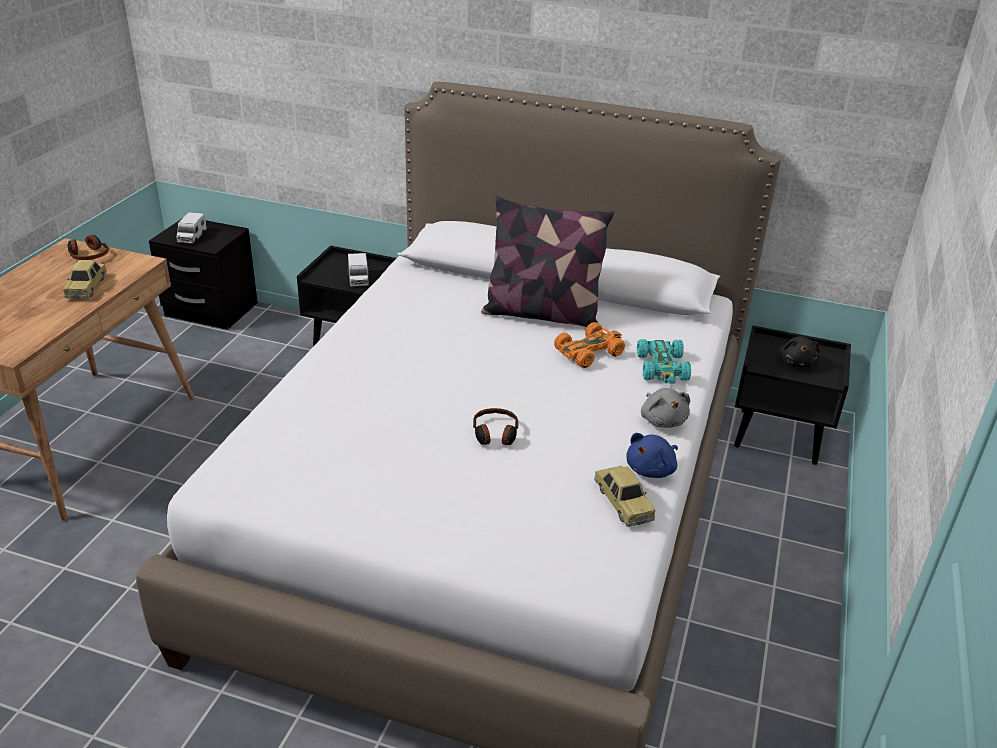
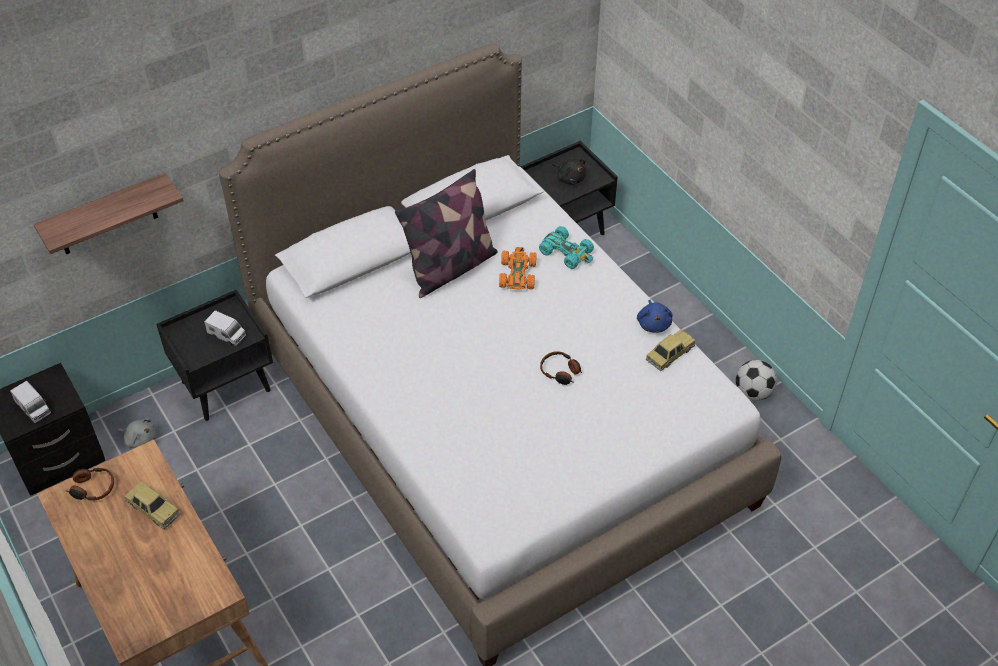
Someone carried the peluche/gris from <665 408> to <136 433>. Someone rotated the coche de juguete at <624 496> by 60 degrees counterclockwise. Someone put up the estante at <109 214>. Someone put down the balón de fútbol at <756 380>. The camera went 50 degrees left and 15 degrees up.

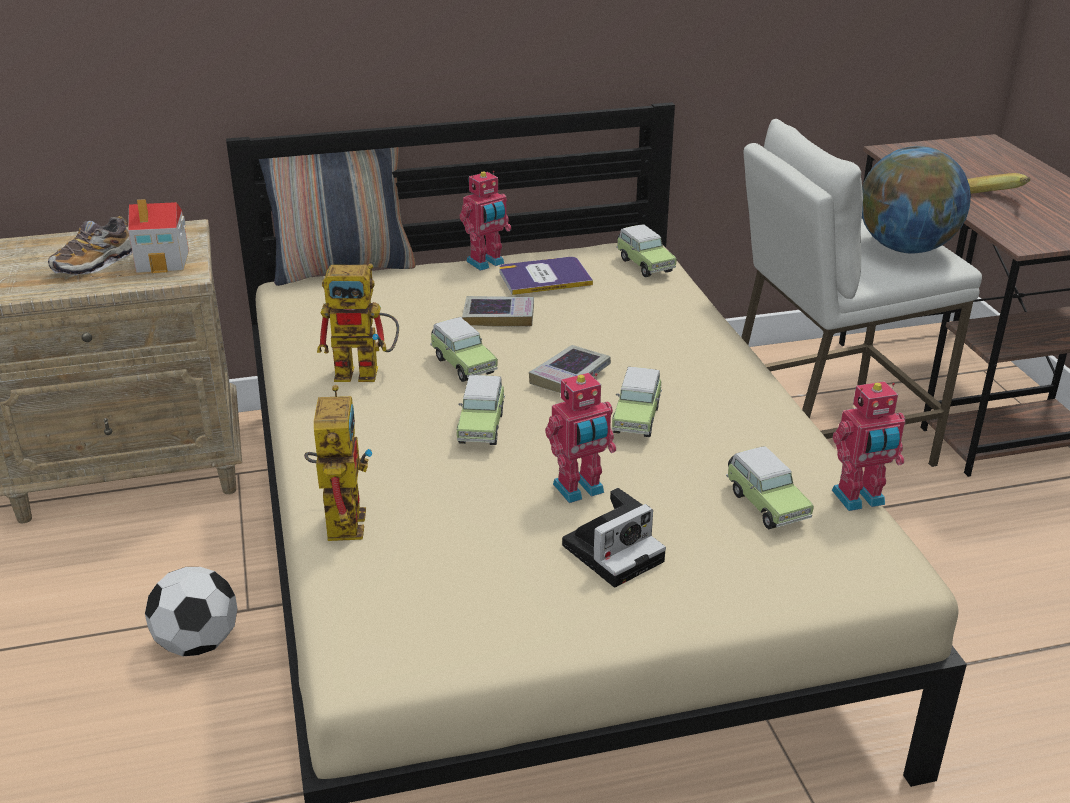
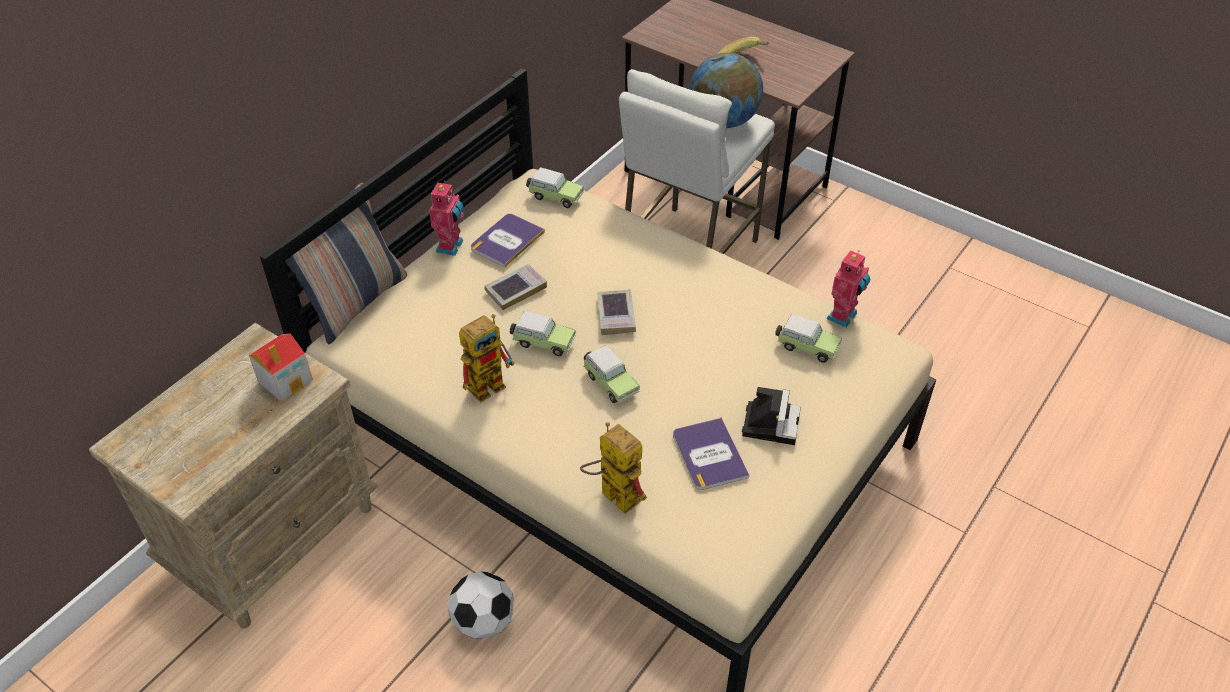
Someone took away the zapato at <90 245>. Someone took away the coche de juguete at <637 402>. Someone took away the robot de juguete at <580 438>. Someone put down the libro at <711 454>. The camera went 40 degrees left and 15 degrees up.

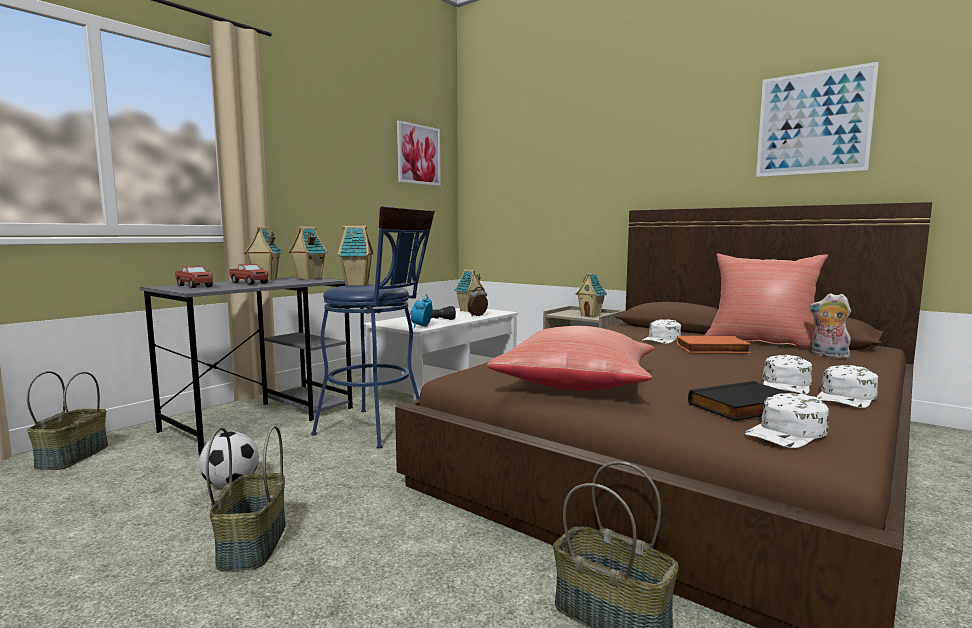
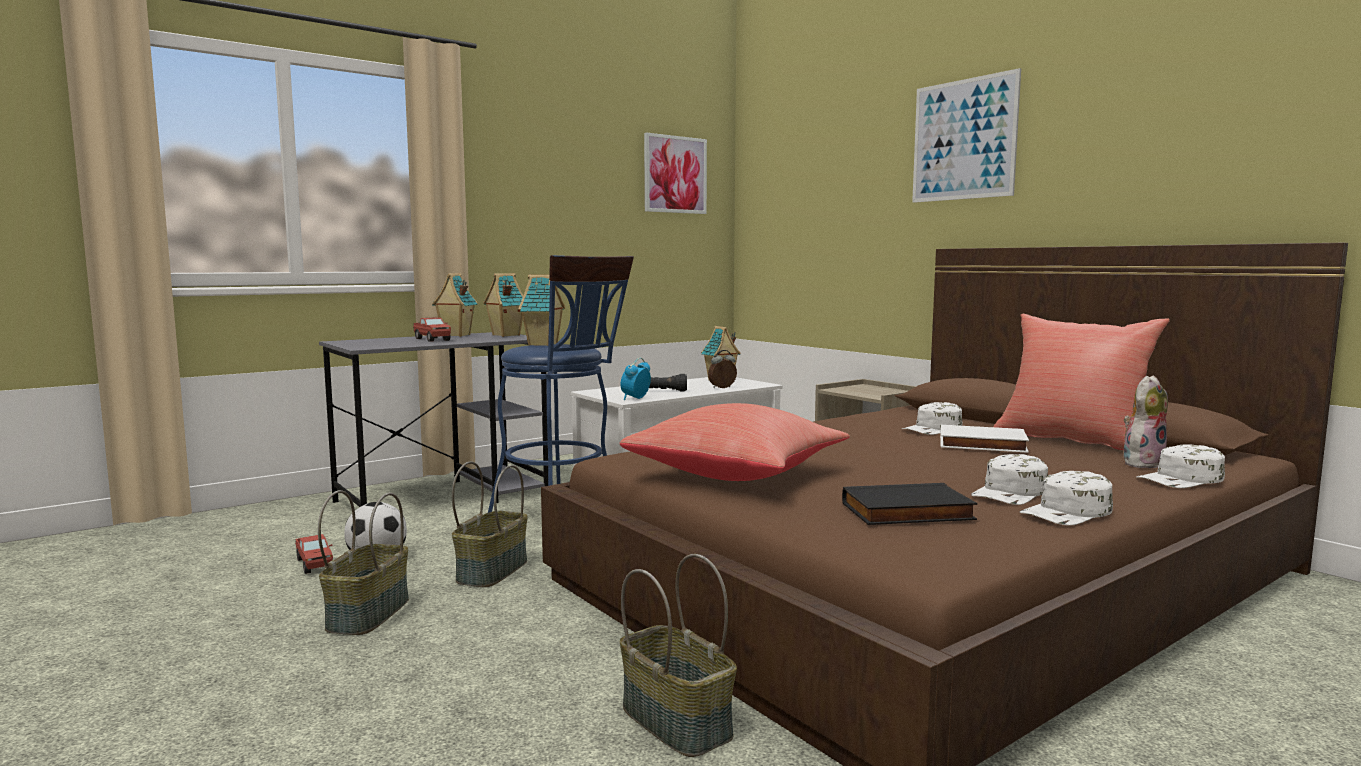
Someone carried the cuadro from <817 119> to <966 135>. Someone carried the camión de juguete from <194 277> to <314 554>. Someone took away the casita at <591 294>. Someone rotated the peluche at <830 326> by 90 degrees clockwise. Someone repainted the libro/naranja at <713 344>, which became the libro/blanco at <984 439>. Someone carried the cesta from <67 420> to <490 524>. Someone carried the gorra/blanco from <787 420> to <1180 466>. The camera went 15 degrees right and 0 degrees up.

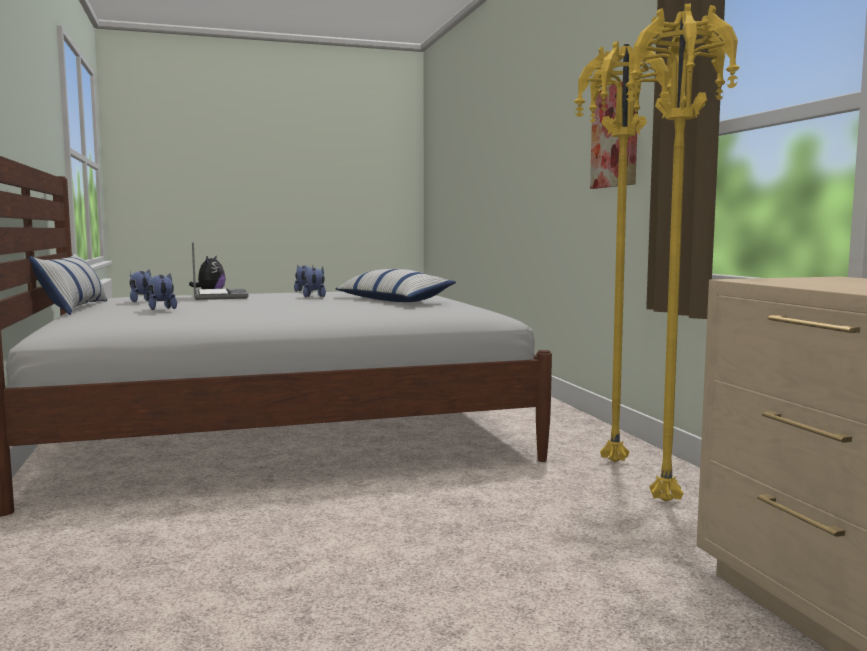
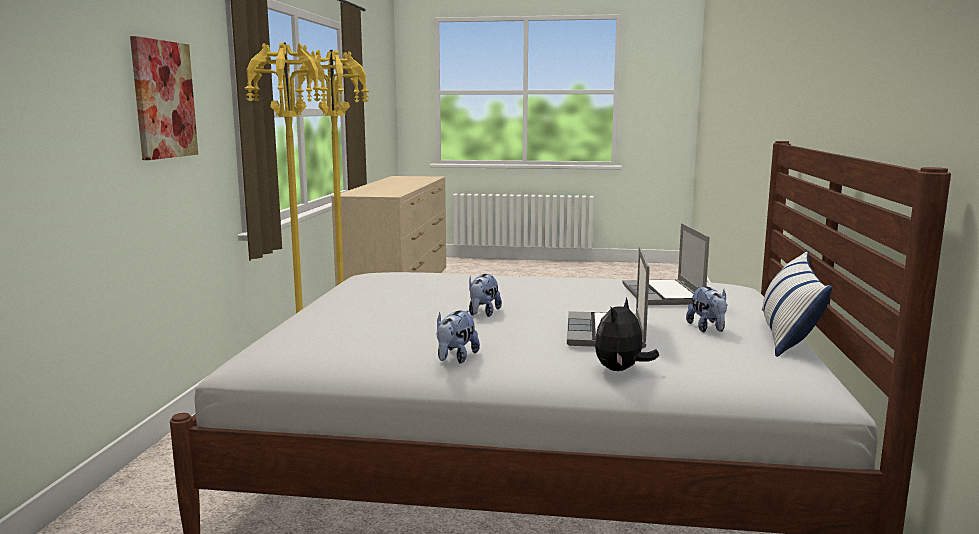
Someone took away the cojín at <396 285>. Someone swapped the peluche at <162 291> for the portátil at <666 264>. The camera went 155 degrees left and 5 degrees up.

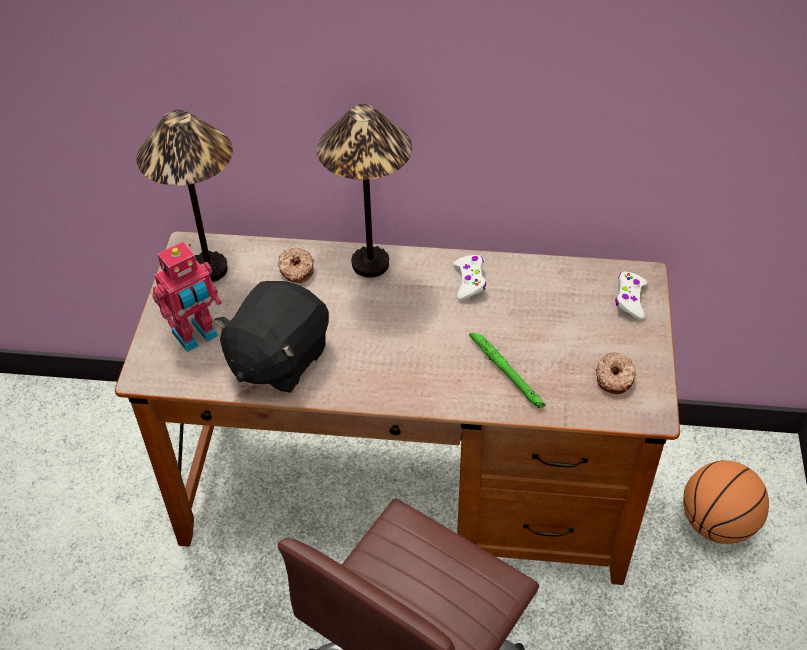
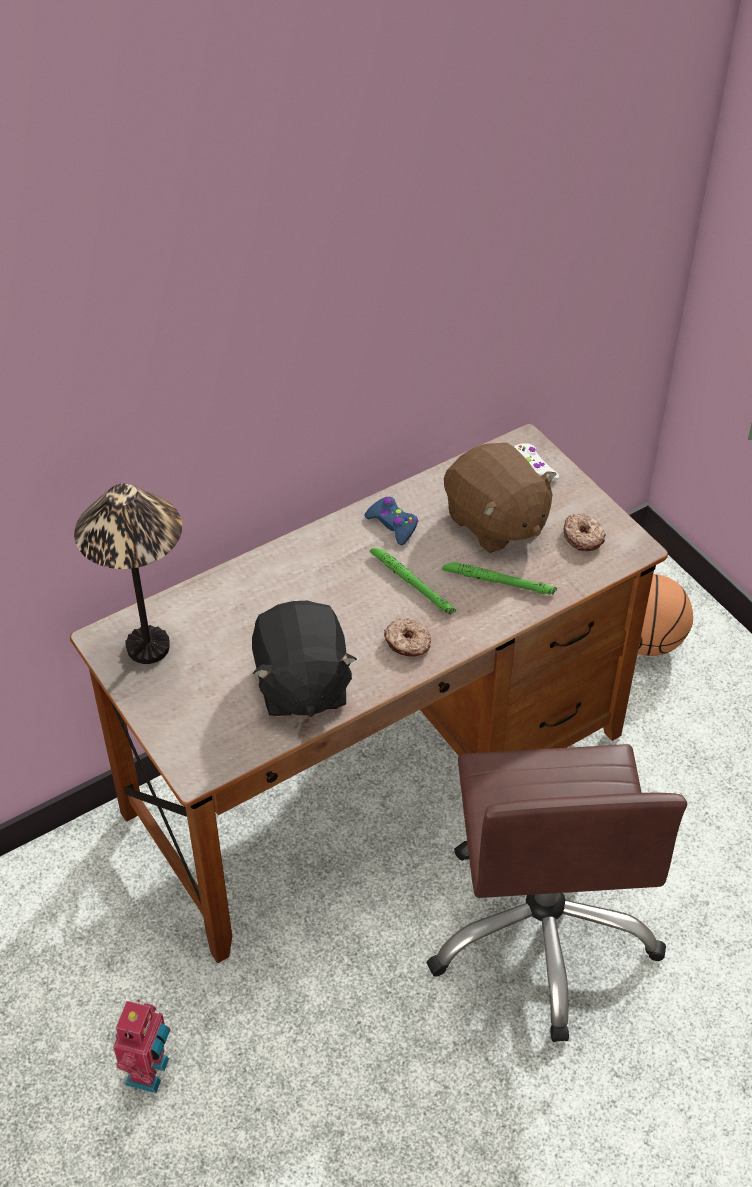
Someone took away the lámpara de mesa at <364 191>. Someone carried the robot de juguete from <187 297> to <142 1046>. Someone carried the rosquilla from <296 265> to <407 637>. Someone repainted the mando de consola/blanco at <469 277>, which became the mando de consola/azul at <391 521>. Someone put down the peluche/marrón at <500 498>. Someone put down the linterna/verde at <413 581>. The camera went 40 degrees left and 0 degrees up.

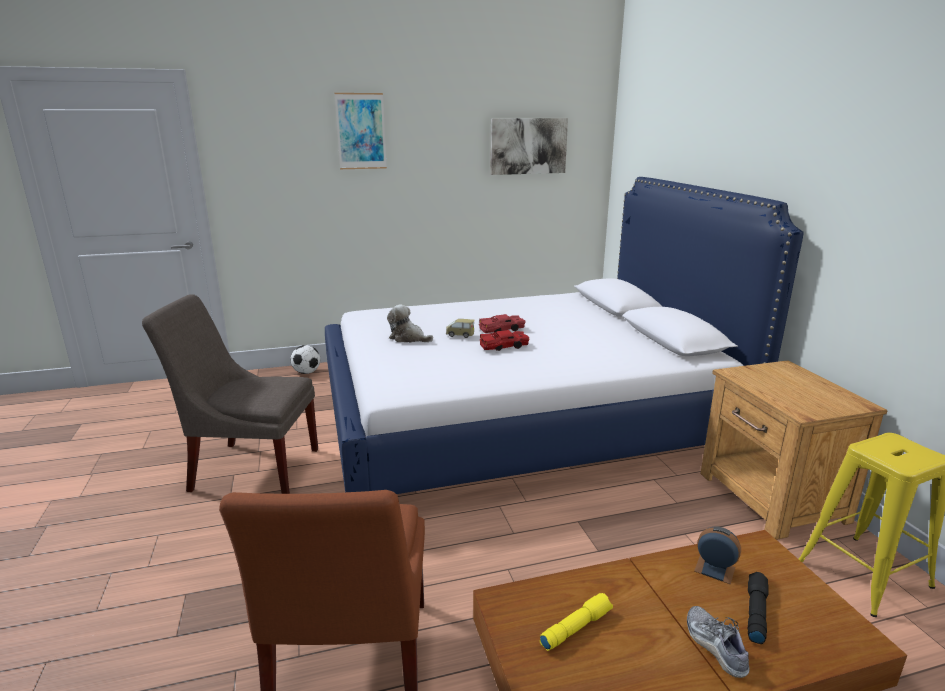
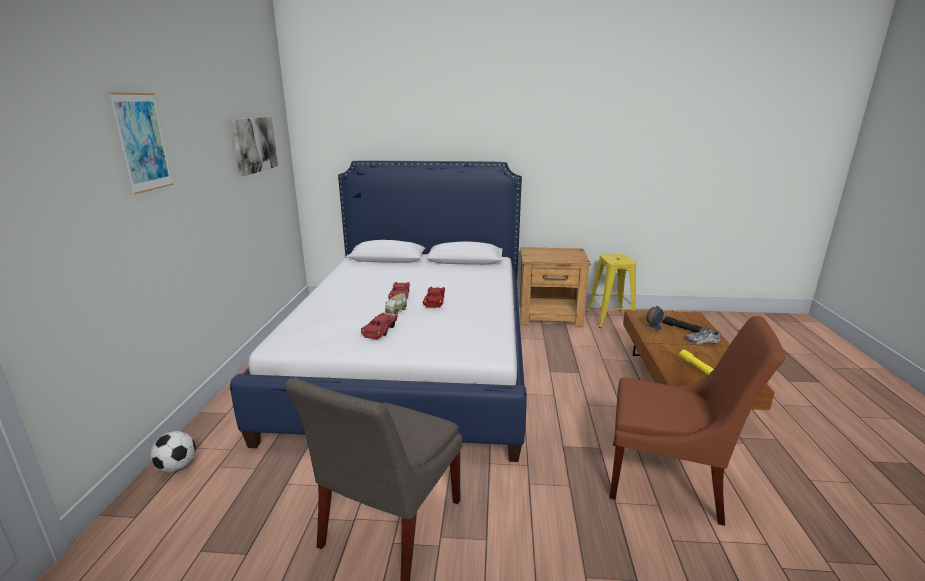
Someone swapped the peluche at <410 323> for the coche de juguete/rojo at <379 326>. The camera went 70 degrees left and 0 degrees up.

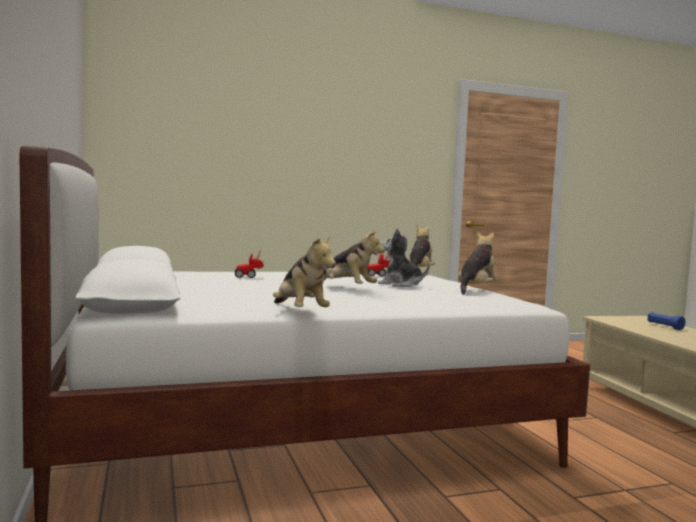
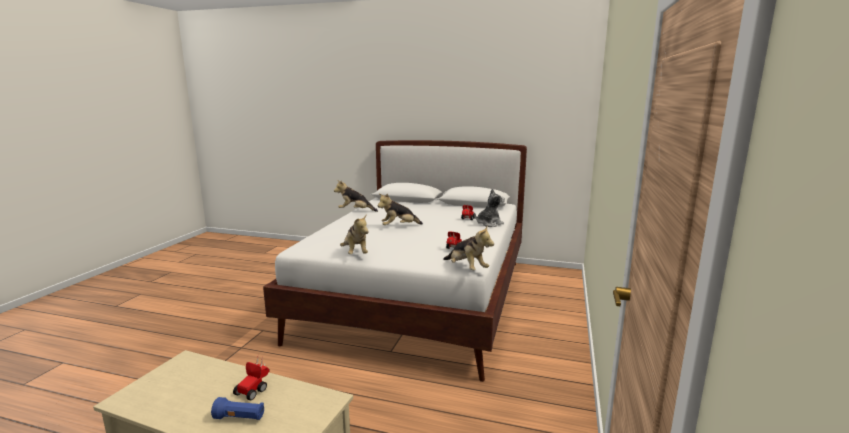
Someone carried the peluche from <404 258> to <489 207>. Someone put down the coche de juguete at <251 378>. The camera went 125 degrees right and 10 degrees up.

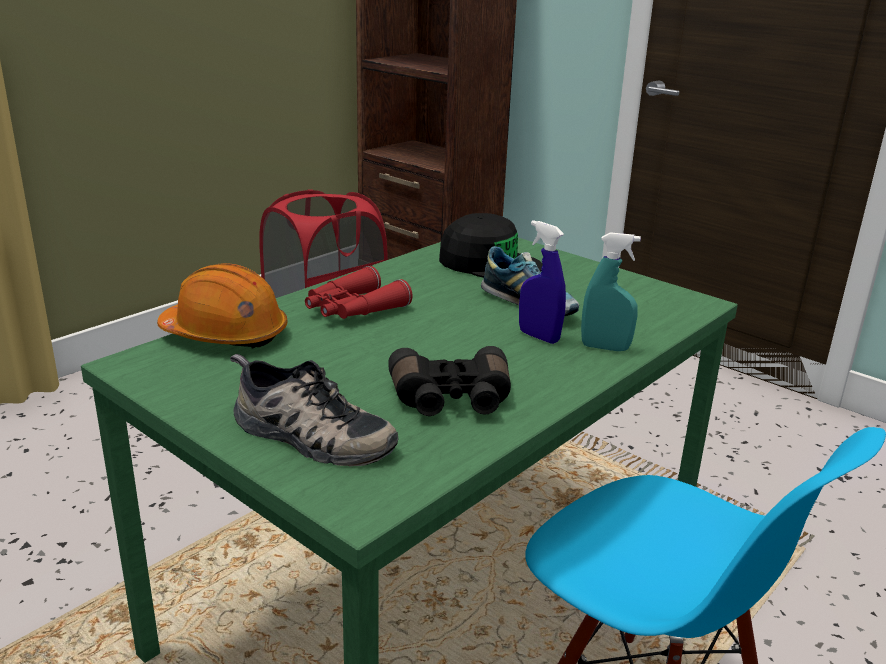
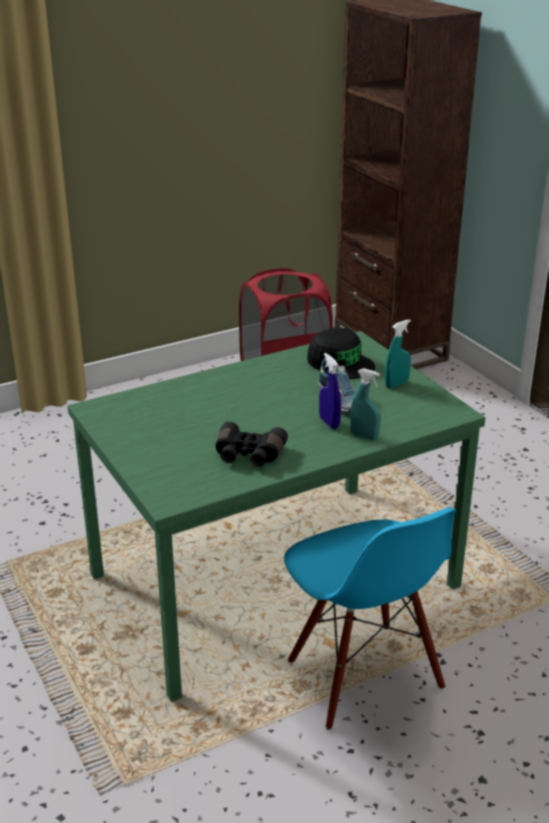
Someone took away the casco/naranja at <222 306>. Someone took away the prismáticos/rojo at <359 292>. Someone took away the zapato at <314 410>. Someone put down the pulverizador/turquesa at <398 353>. The camera went 20 degrees right and 5 degrees up.

